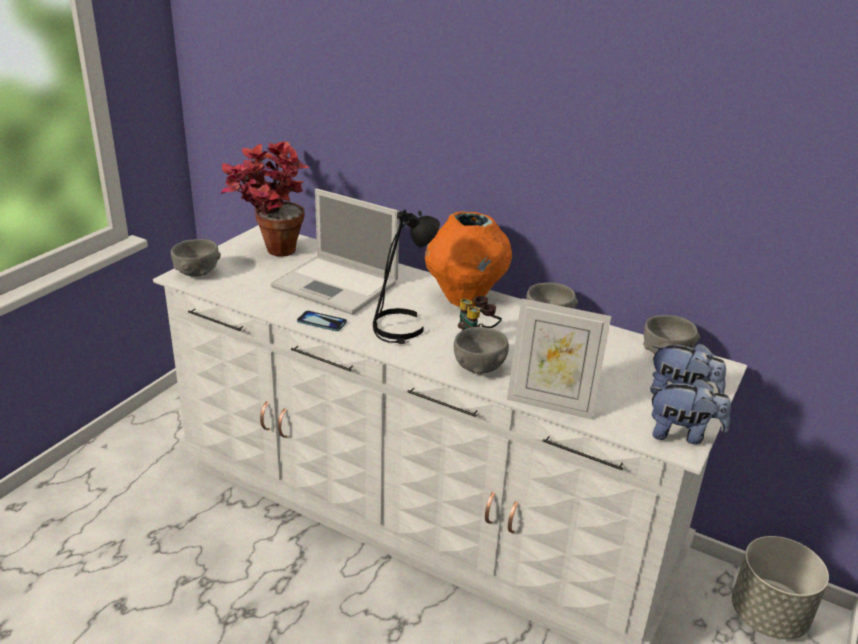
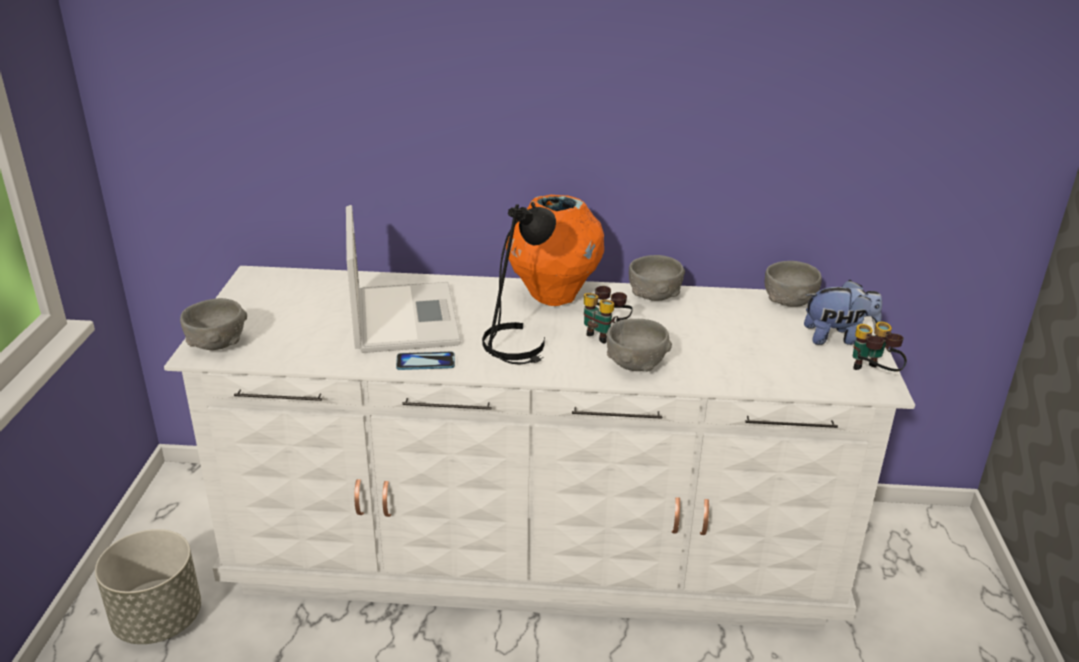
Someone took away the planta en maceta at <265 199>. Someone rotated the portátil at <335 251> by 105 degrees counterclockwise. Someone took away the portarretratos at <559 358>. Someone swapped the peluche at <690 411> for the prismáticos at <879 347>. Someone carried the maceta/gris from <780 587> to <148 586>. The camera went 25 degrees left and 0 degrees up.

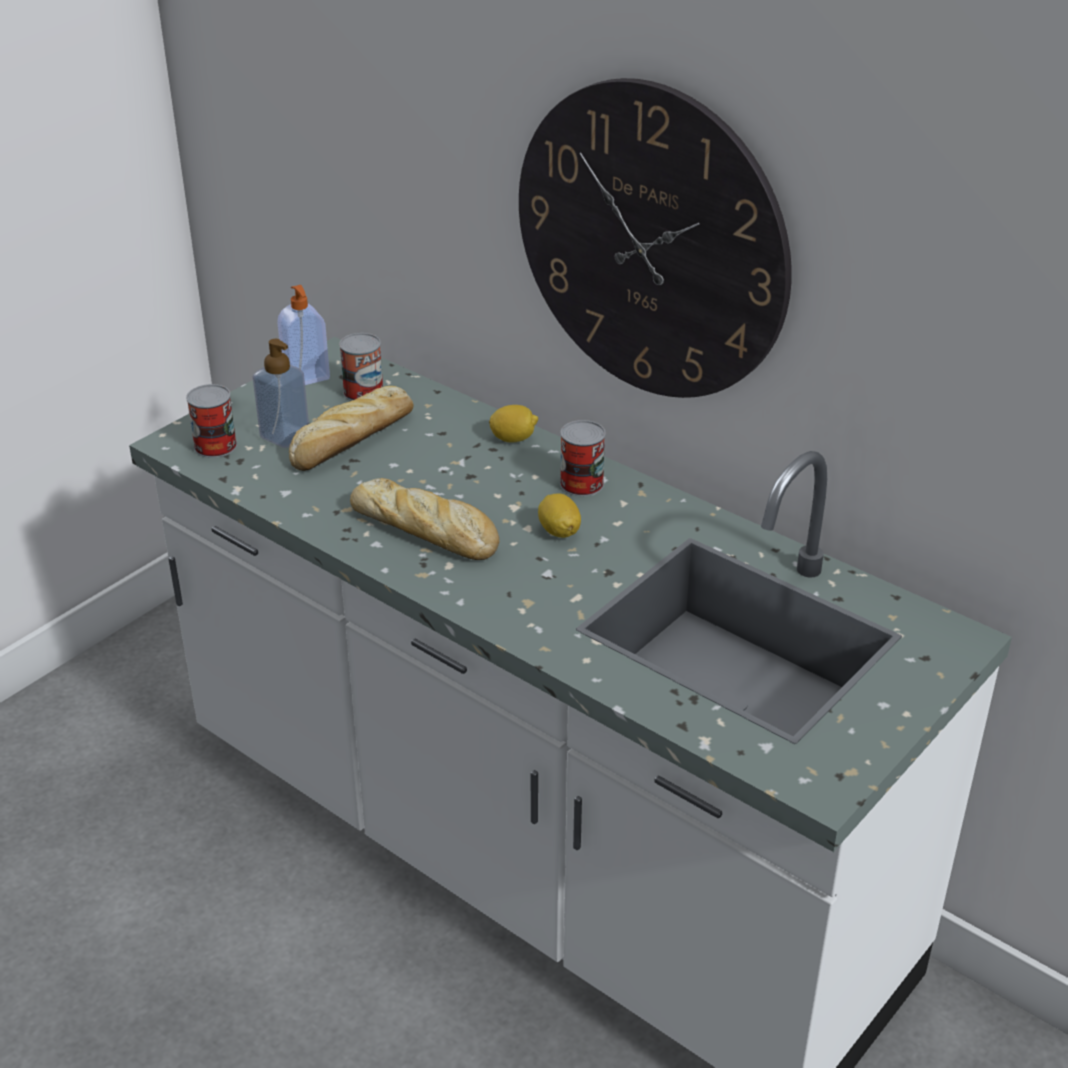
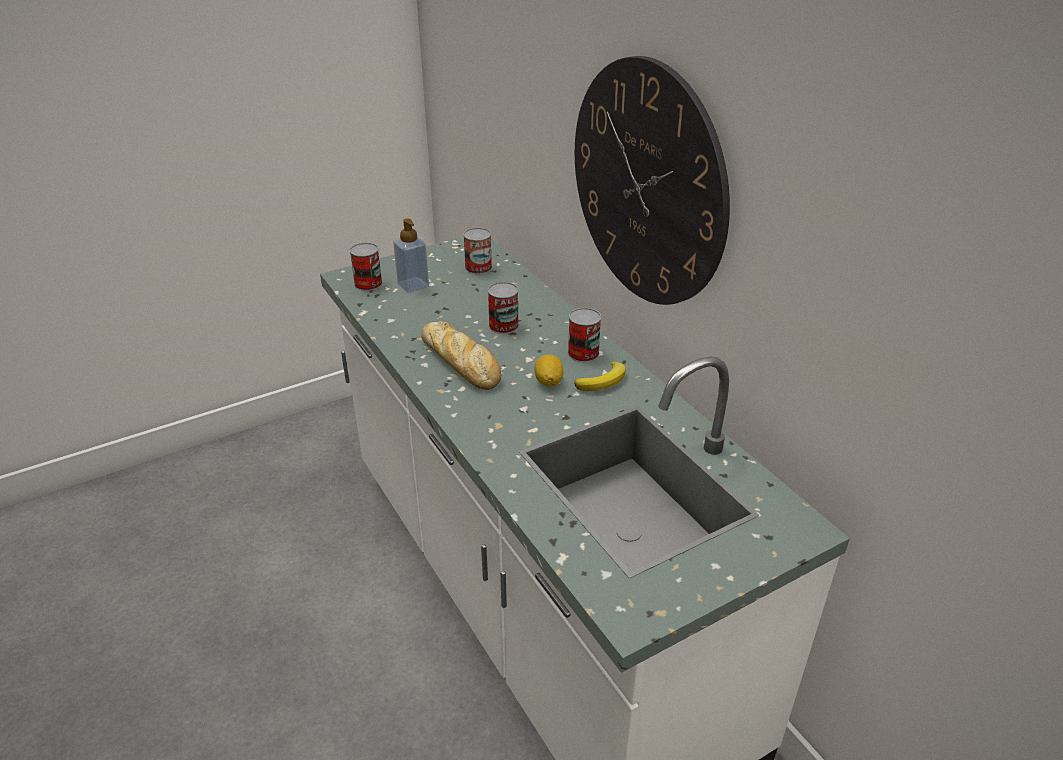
Someone took away the dispensador de jabón at <303 335>. Someone took away the pan at <351 428>. Someone took away the limón at <513 424>. Someone put down the lata at <503 308>. Someone put down the plátano at <600 376>. The camera went 20 degrees right and 0 degrees up.

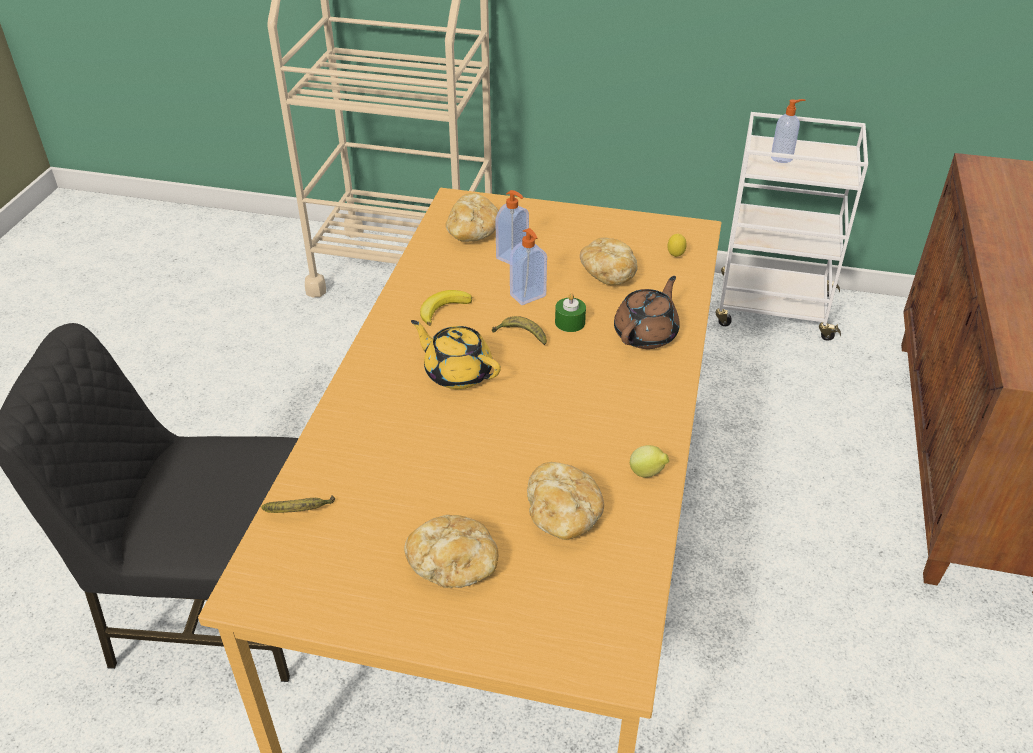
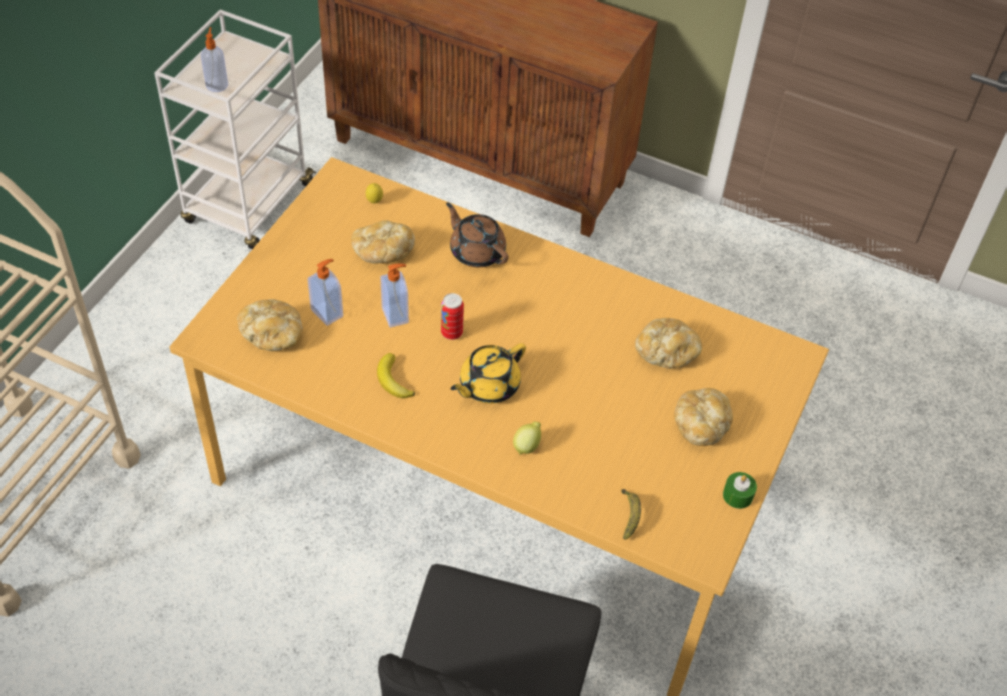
Someone carried the vela/verde from <570 312> to <740 490>. Someone swapped the plátano at <519 330> for the lata at <452 316>. Someone carried the limón from <649 461> to <527 438>. The camera went 80 degrees left and 10 degrees up.

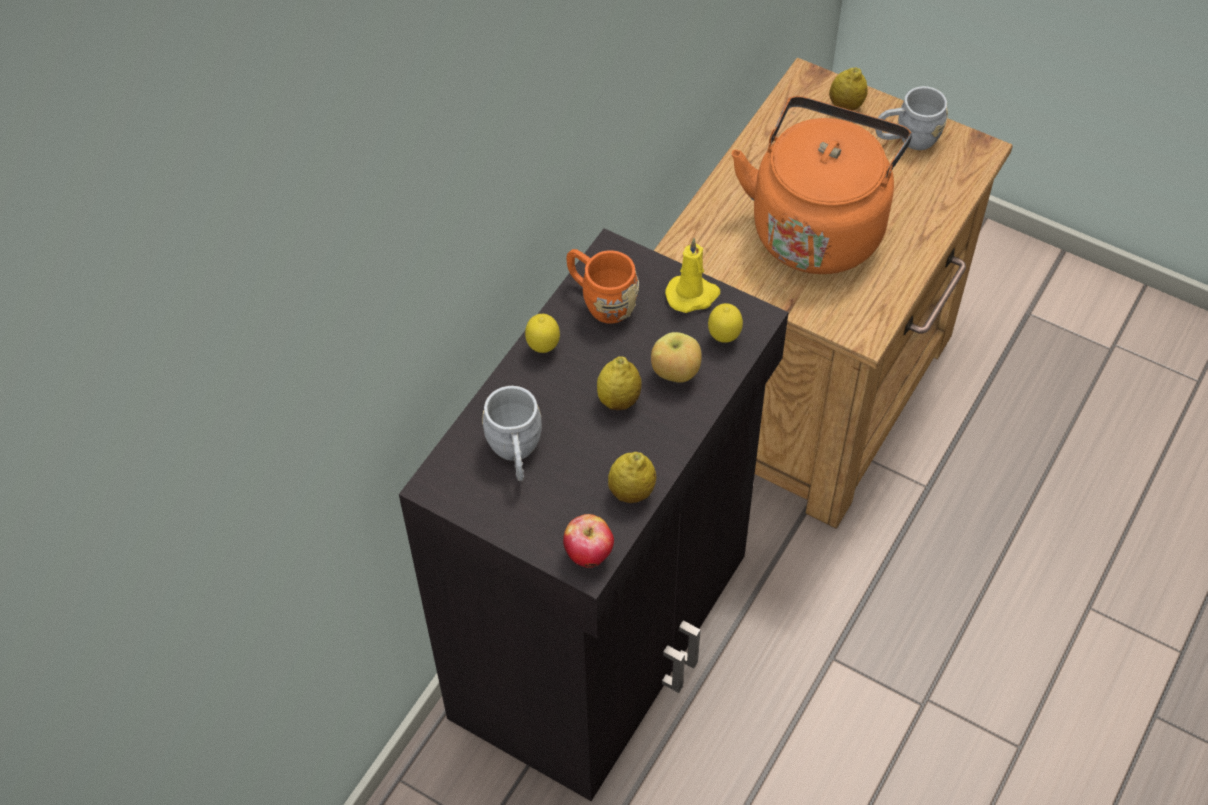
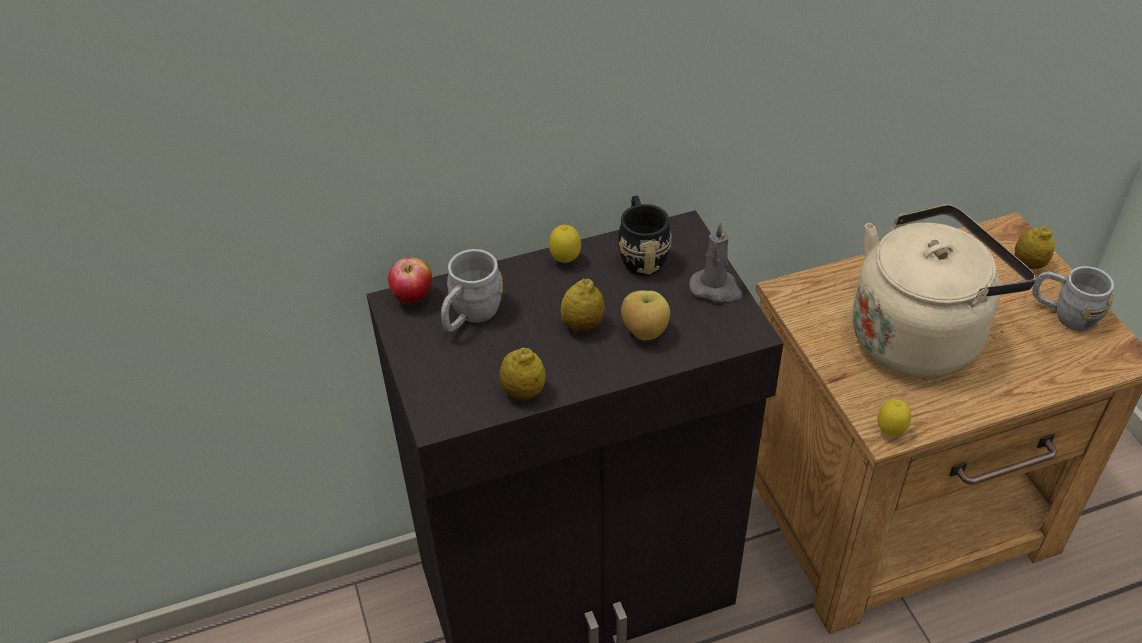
Someone repainted the hervidor/naranja at <821 185>, which became the hervidor/beis at <944 291>. Someone repainted the vela/amarillo at <692 275>, which became the vela/gris at <715 262>. Someone repainted the taza grande/naranja at <603 286>, which became the taza grande/negro at <645 236>. Someone carried the limón from <725 323> to <894 417>. Someone carried the manzana from <588 541> to <410 280>. The camera went 40 degrees right and 10 degrees down.

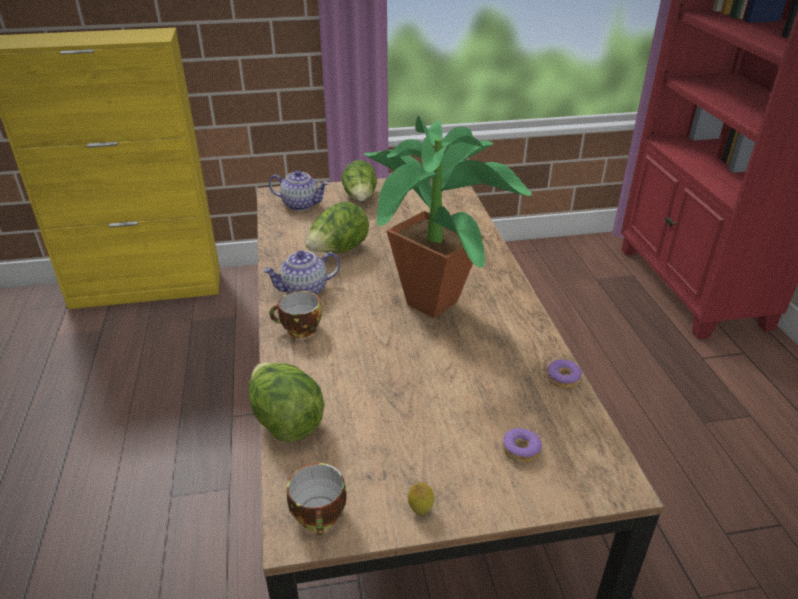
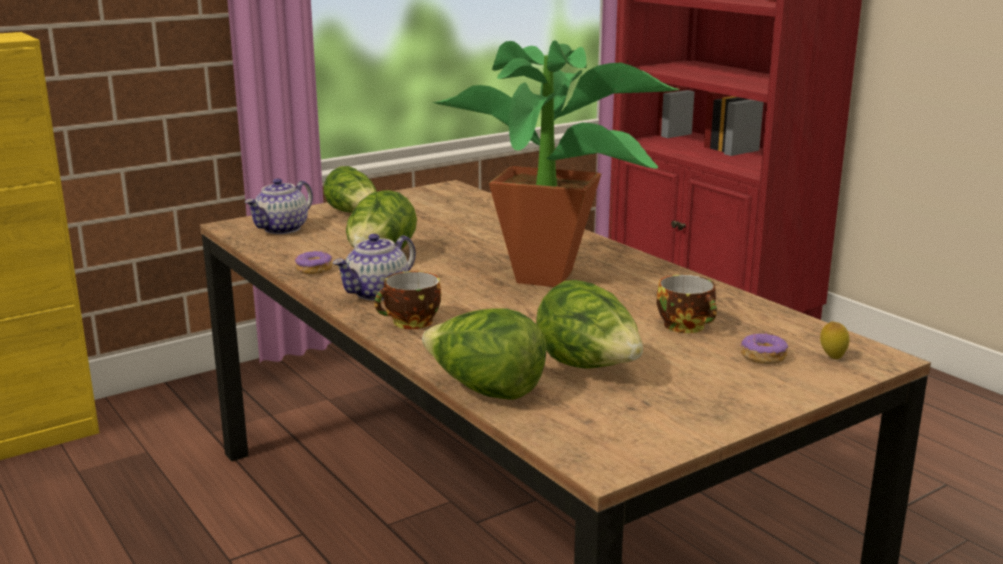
Someone rotated the tetera at <299 190> by 135 degrees clockwise. Someone carried the rosquilla from <564 374> to <313 262>. Someone carried the taza from <316 499> to <687 304>. Someone carried the limón from <421 499> to <834 340>. Someone put down the lechuga at <589 324>. The camera went 25 degrees left and 15 degrees down.

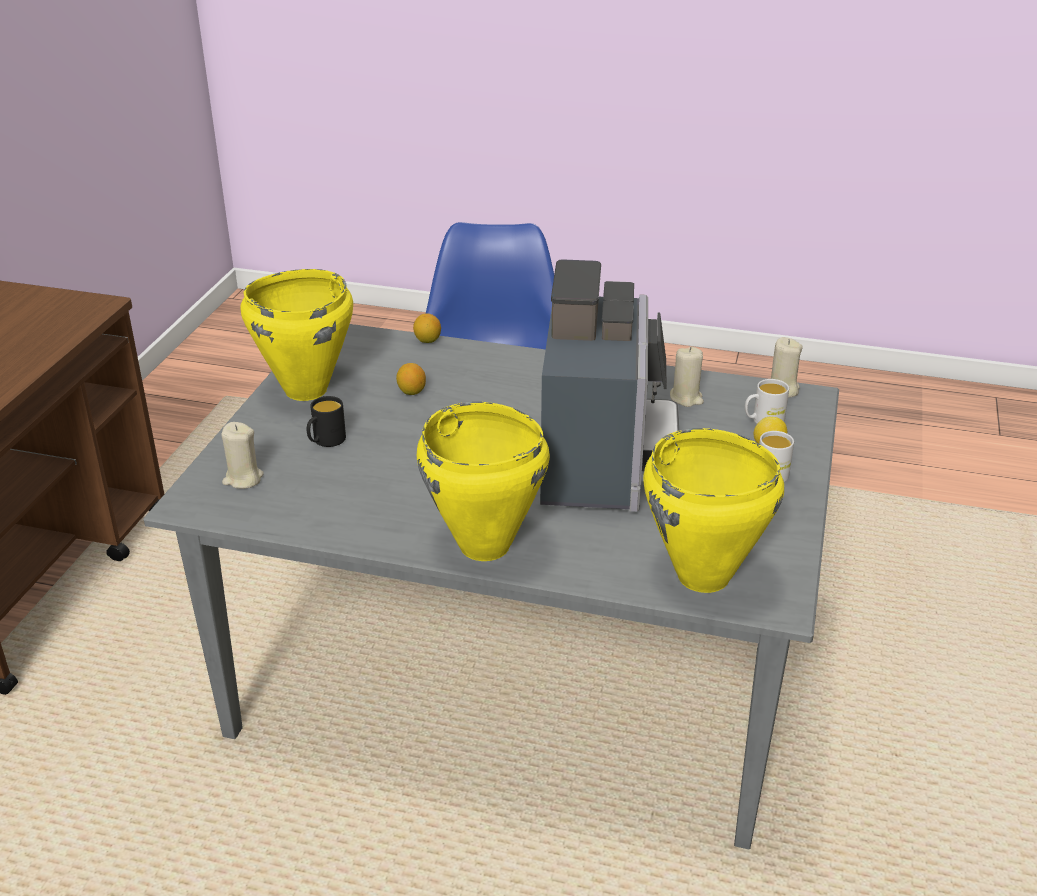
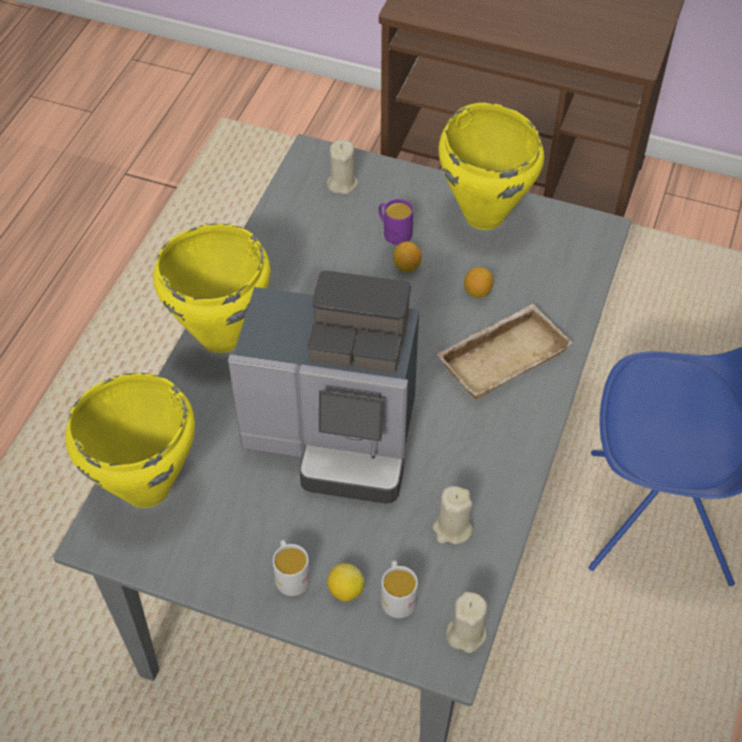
Someone carried the limón from <427 328> to <407 256>. Someone repainted the taza grande/negro at <326 421>, which became the taza grande/morado at <395 222>. Someone put down the bandeja/beis at <505 352>. The camera went 95 degrees right and 20 degrees up.

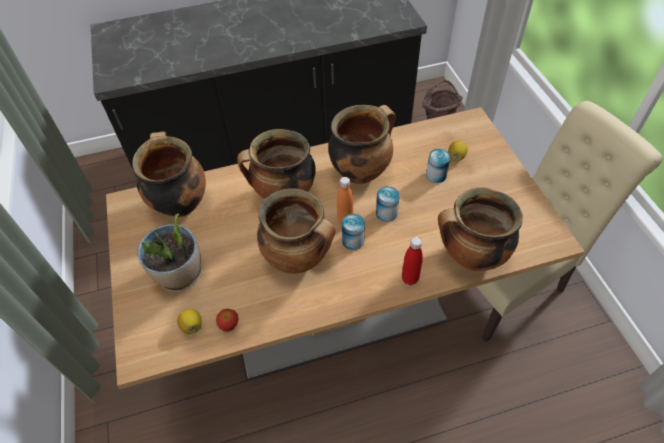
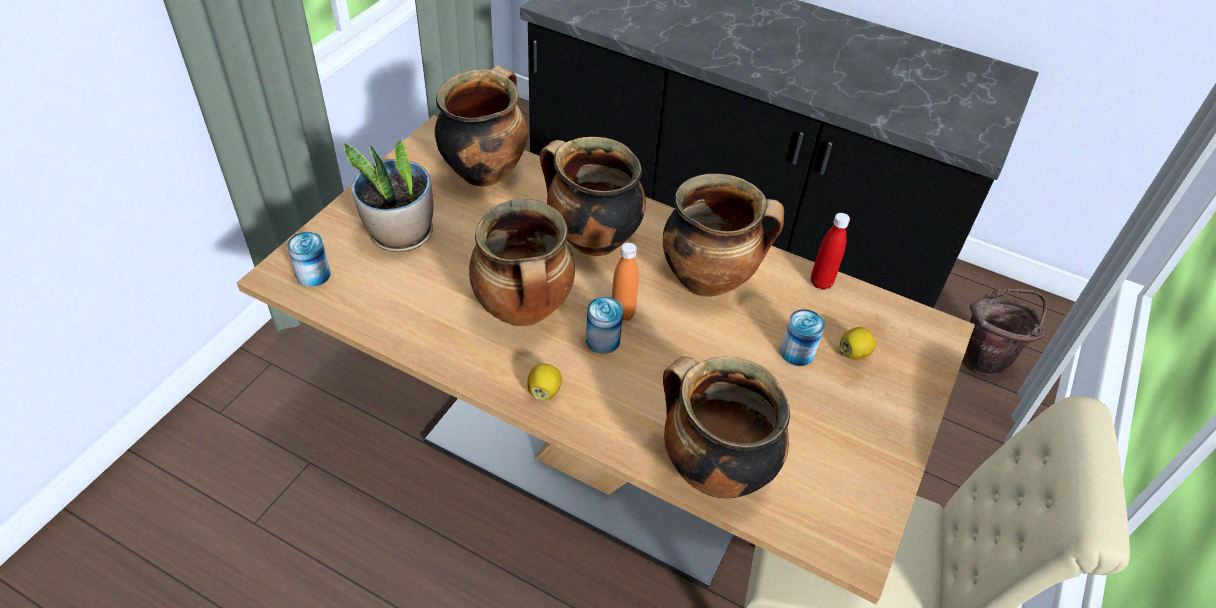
Someone carried the lata from <388 204> to <308 259>. Someone carried the botella/rojo from <412 261> to <830 251>. Someone carried the limón from <189 321> to <544 381>. Someone took away the manzana at <227 320>. The camera went 40 degrees right and 5 degrees down.

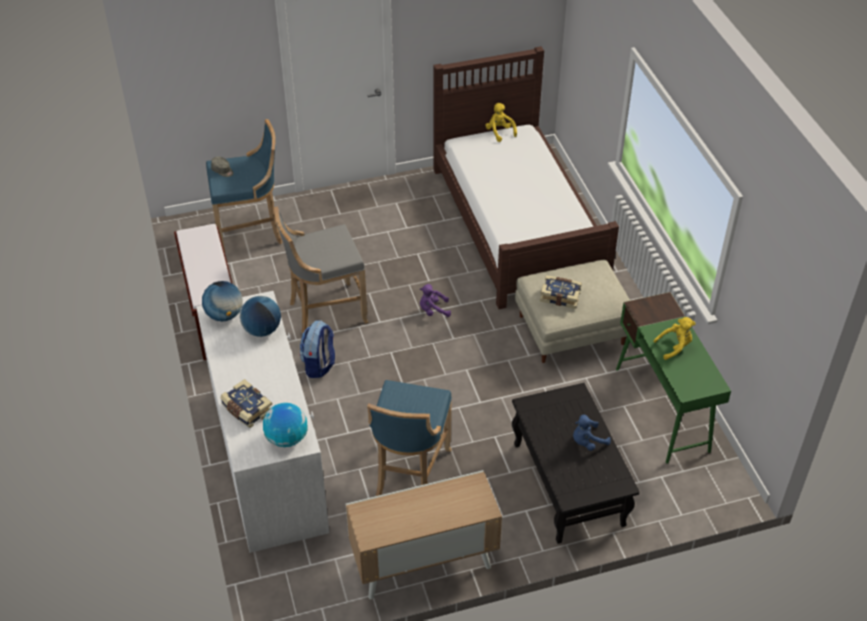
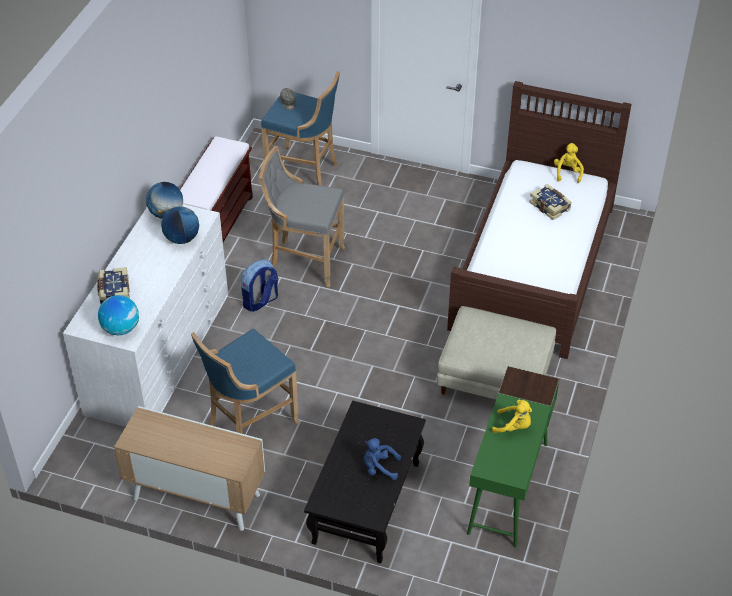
Someone carried the libro from <561 292> to <550 202>. Someone took away the peluche/morado at <435 300>. The camera went 35 degrees right and 0 degrees up.

